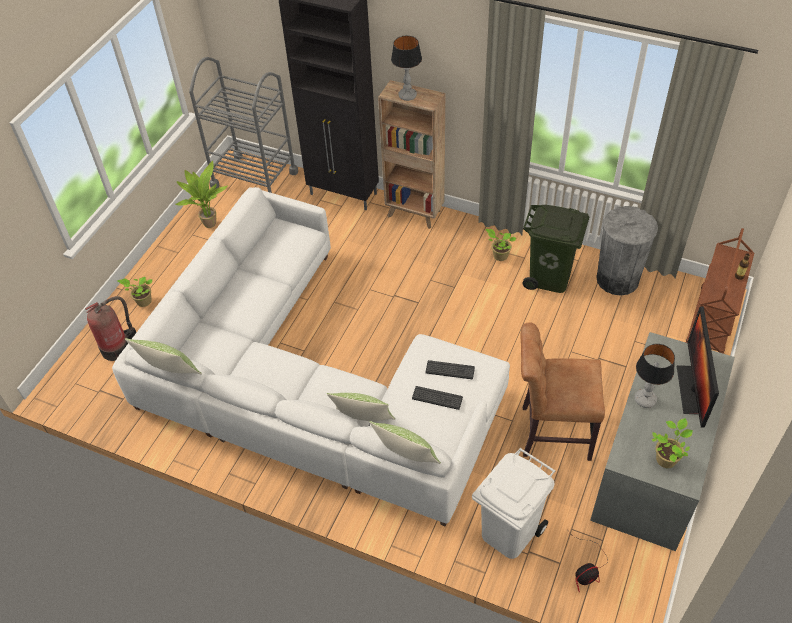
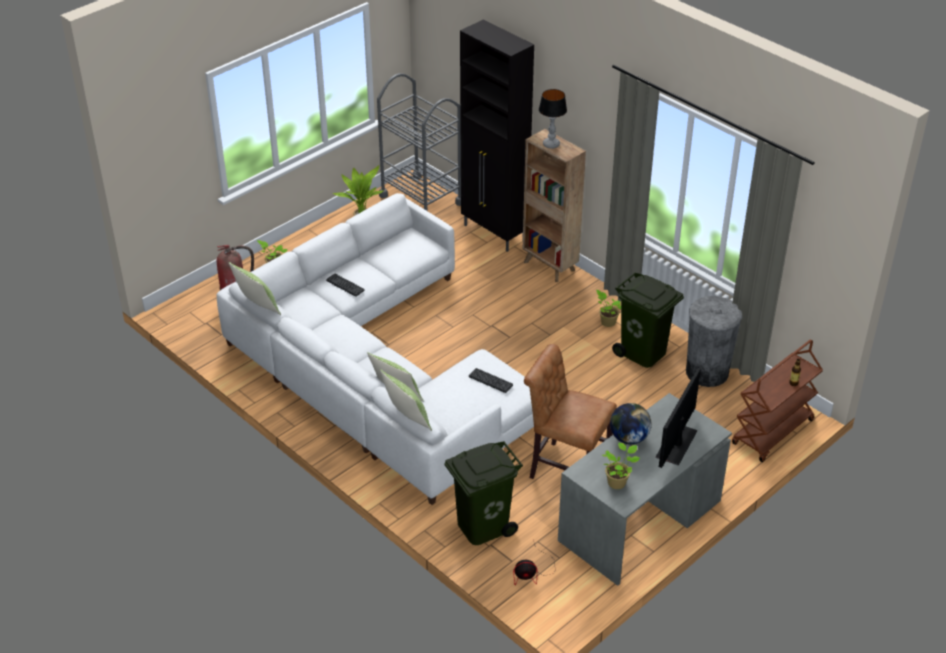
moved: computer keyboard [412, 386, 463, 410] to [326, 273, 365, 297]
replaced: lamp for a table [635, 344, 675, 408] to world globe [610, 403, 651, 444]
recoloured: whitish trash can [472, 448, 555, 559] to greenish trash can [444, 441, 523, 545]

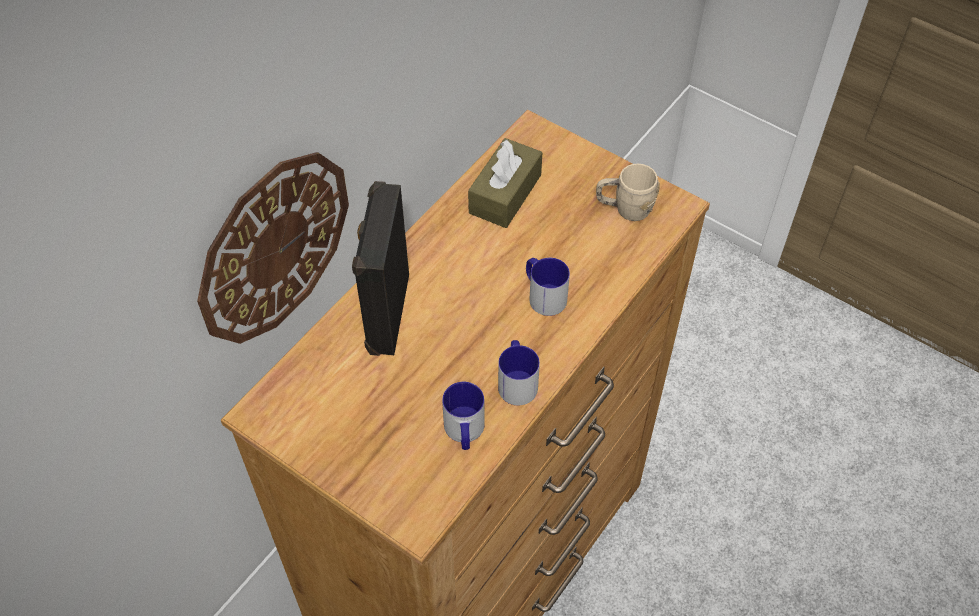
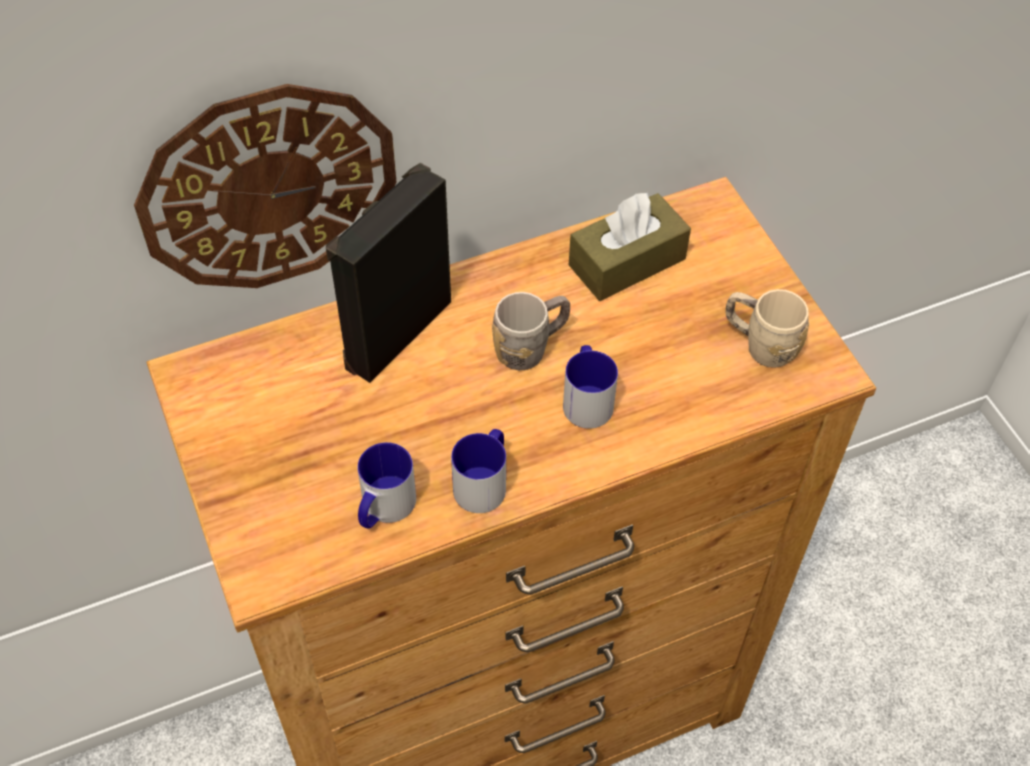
added: gray tea mug [492, 292, 570, 370]

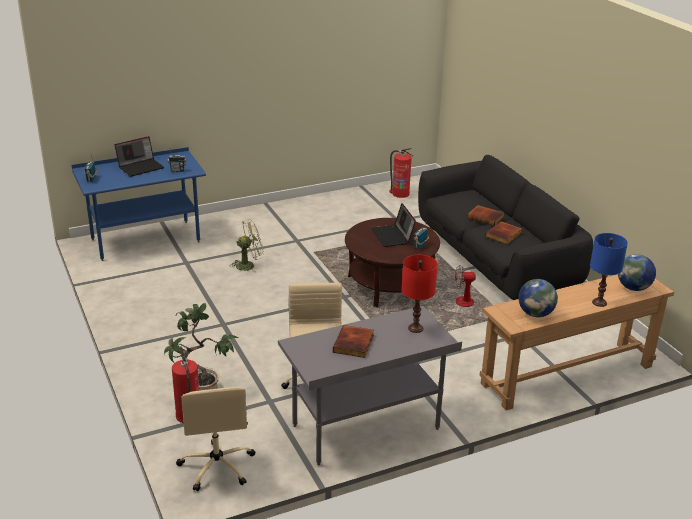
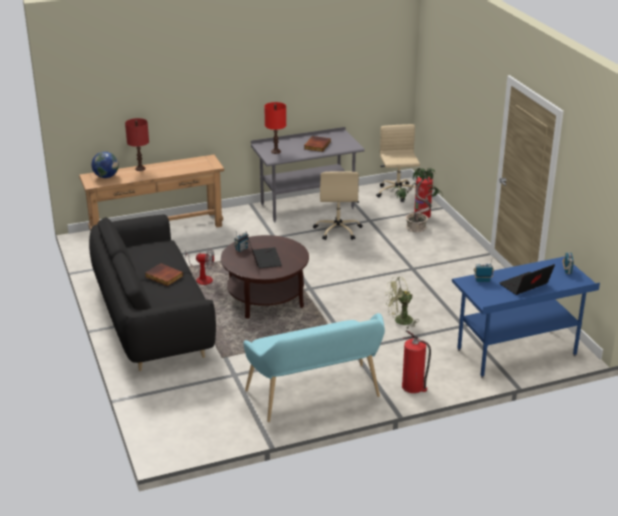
removed: book [485, 221, 522, 244]; world globe [518, 279, 558, 317]
added: turquoise long seat [243, 313, 385, 422]
moved: fire-fighting cylinder [390, 148, 413, 198] to [402, 330, 431, 393]
recoloured: blue lamp for a table [590, 233, 628, 307] to reddish lamp for a table [125, 118, 149, 171]

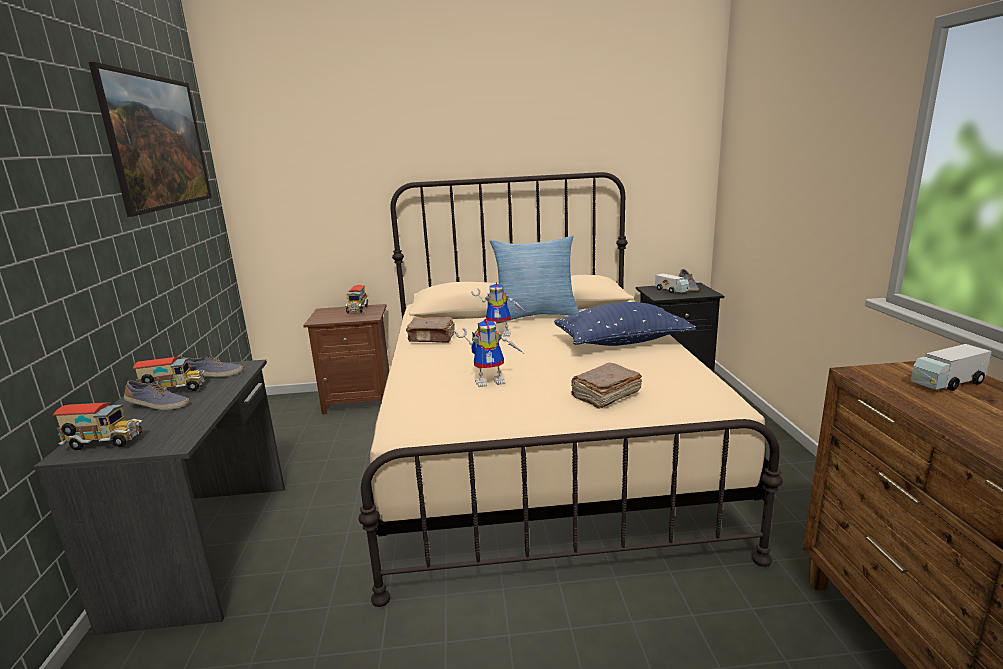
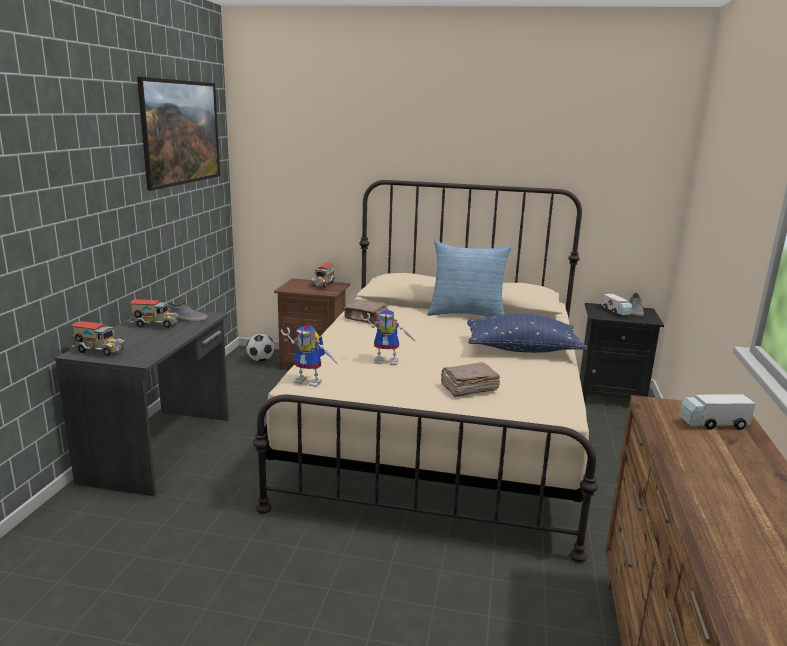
removed: low shoe [124, 380, 189, 410]
added: ball for football [246, 334, 275, 362]
moved: robot figure [471, 283, 527, 337] to [281, 324, 337, 387]

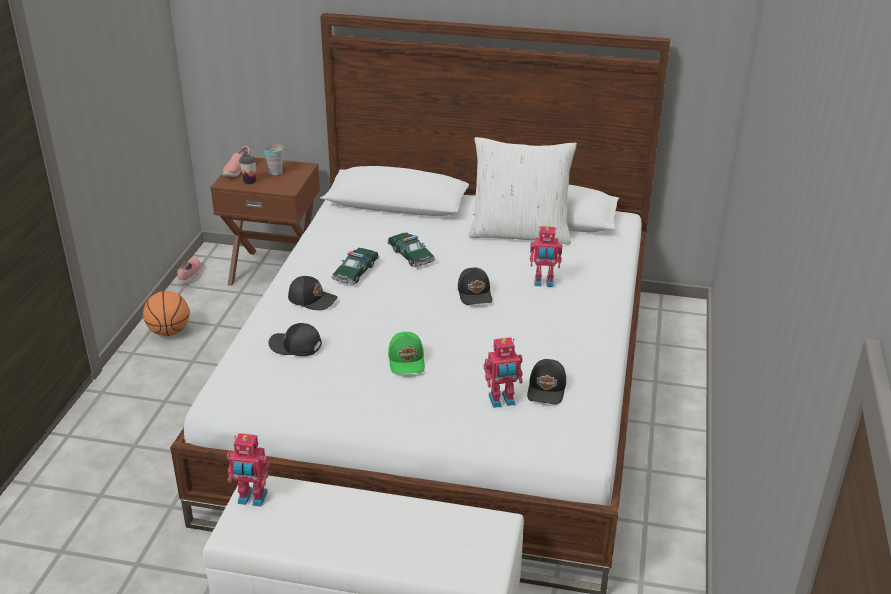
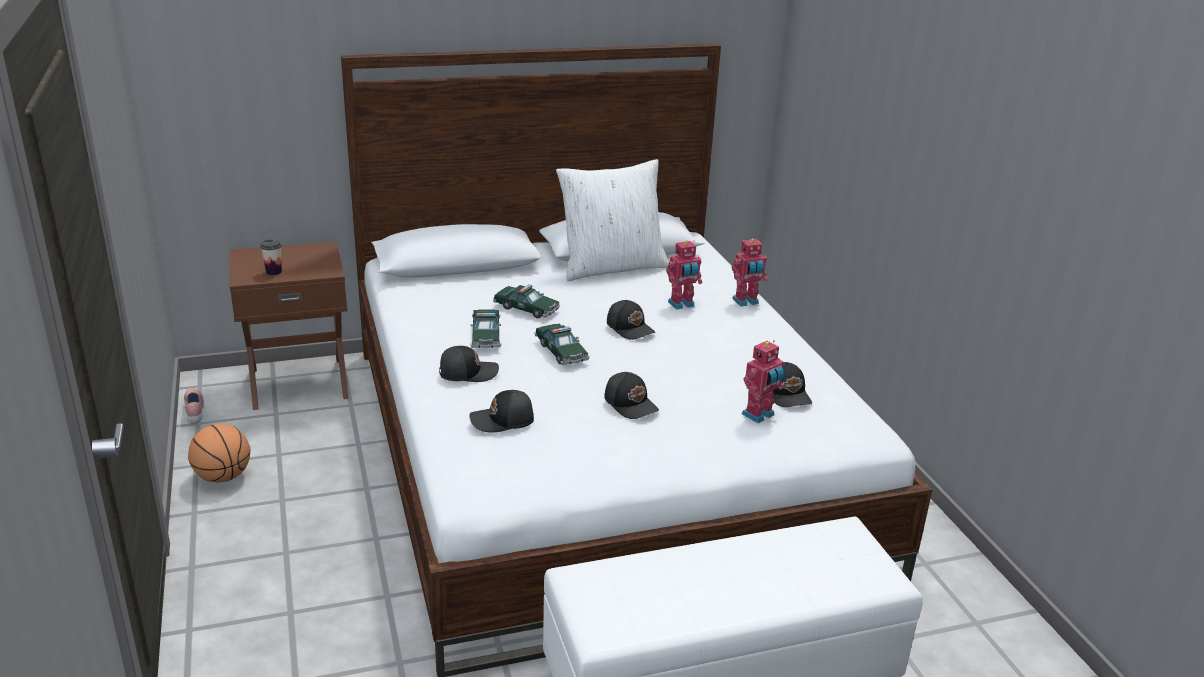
removed: pink-coloured low shoe [223, 146, 251, 177]; drinking cup [264, 144, 283, 175]
added: toy car [534, 323, 590, 365]
moved: robot figure [227, 433, 270, 507] to [732, 239, 767, 307]
recoloured: greenish cap [388, 332, 425, 374] to black cap [604, 372, 659, 419]

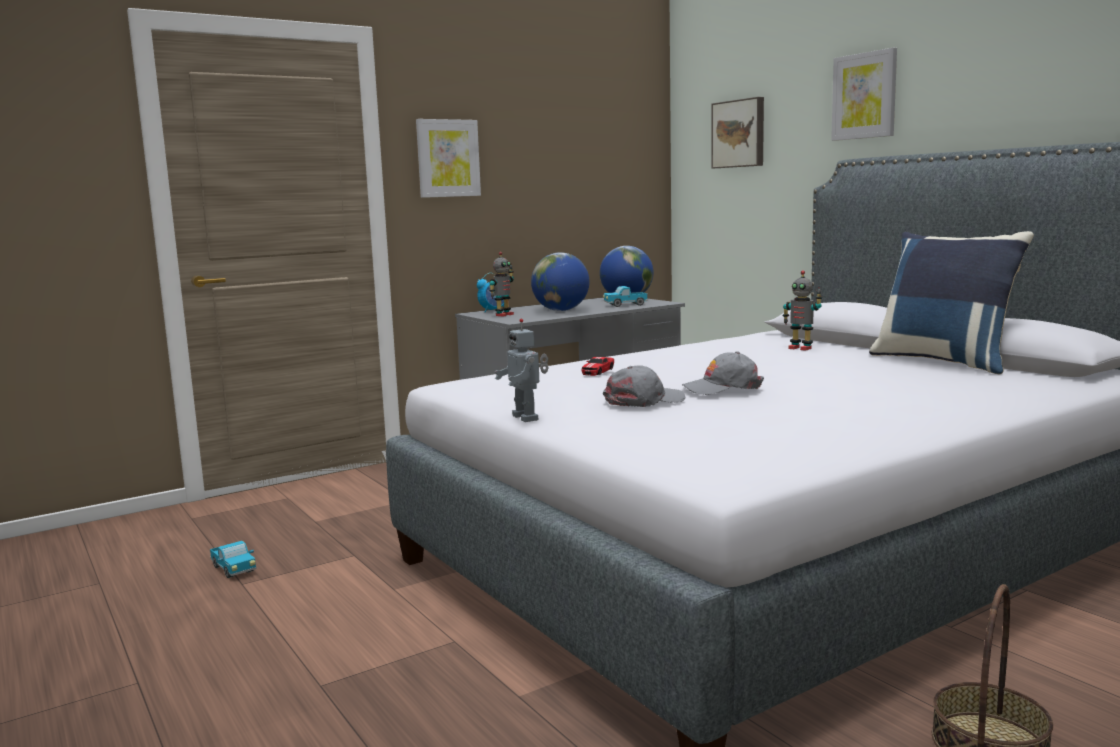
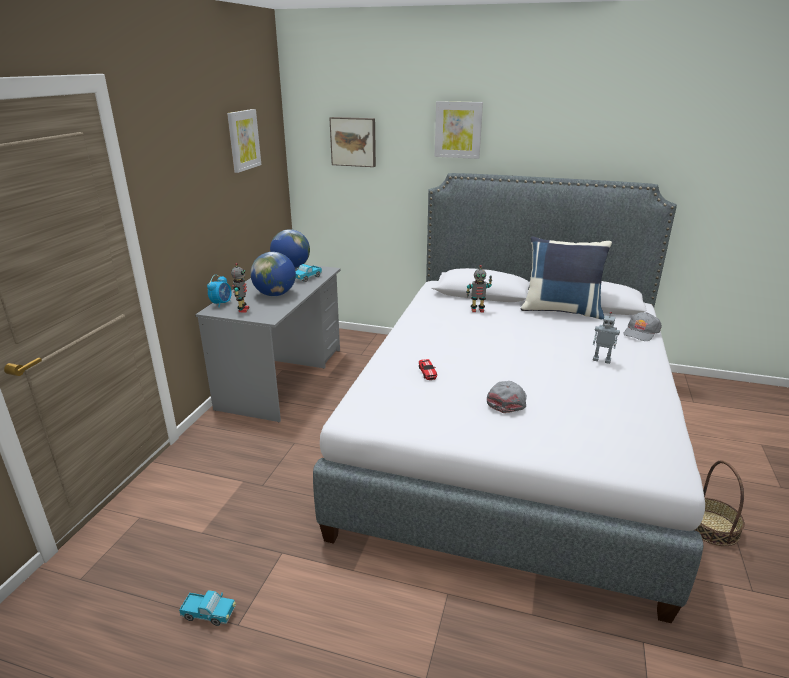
moved: picture [416, 119, 481, 198] to [227, 109, 261, 173]; robot figure [494, 318, 549, 422] to [593, 312, 620, 364]; gray cap [682, 351, 764, 395] to [623, 312, 662, 341]

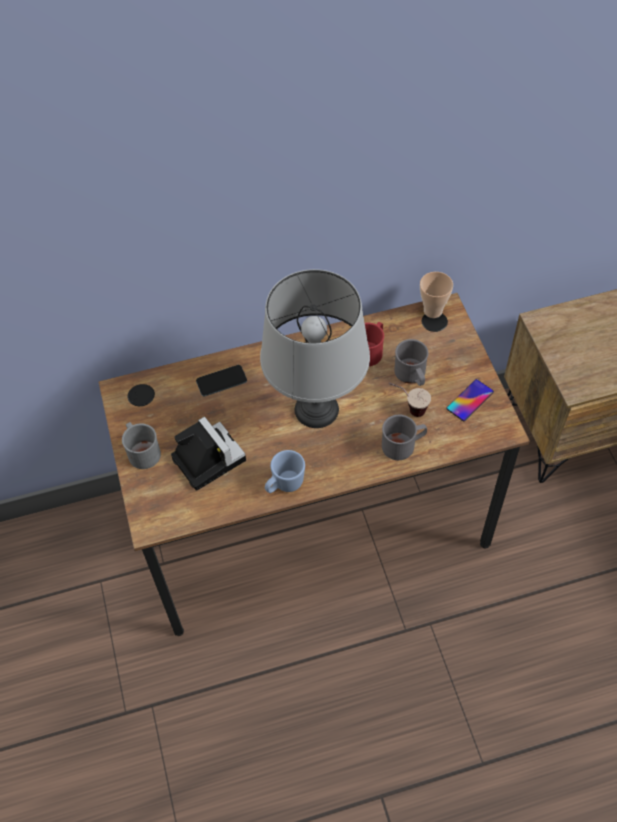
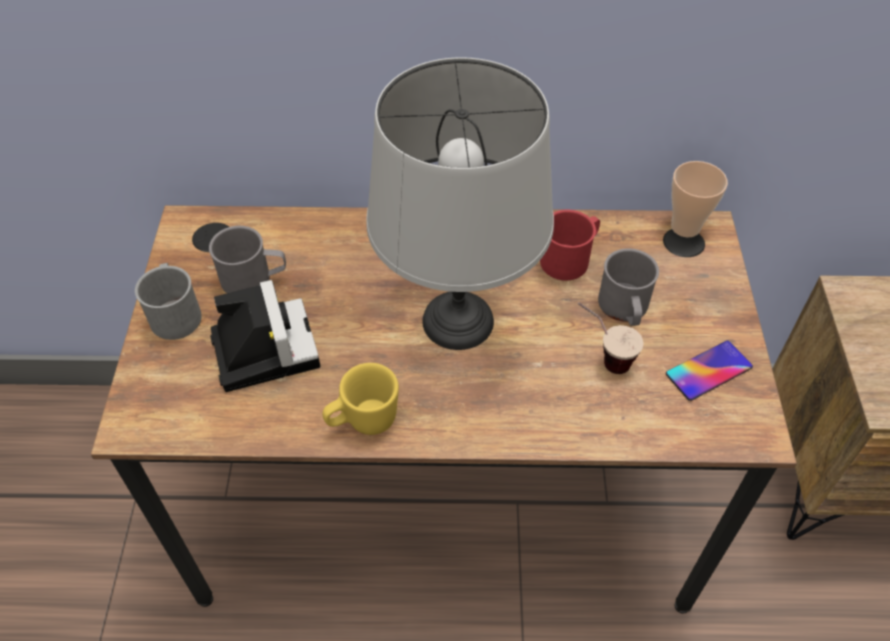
removed: phone [196, 365, 247, 396]
moved: gray tea mug [382, 415, 427, 460] to [209, 226, 286, 293]
recoloured: blue tea mug [265, 450, 305, 493] to yellow-coloured tea mug [322, 363, 399, 435]

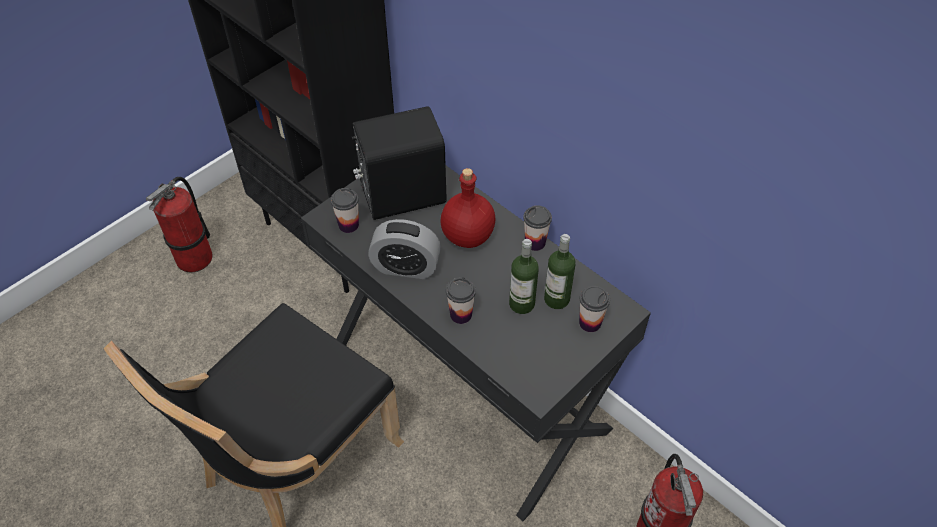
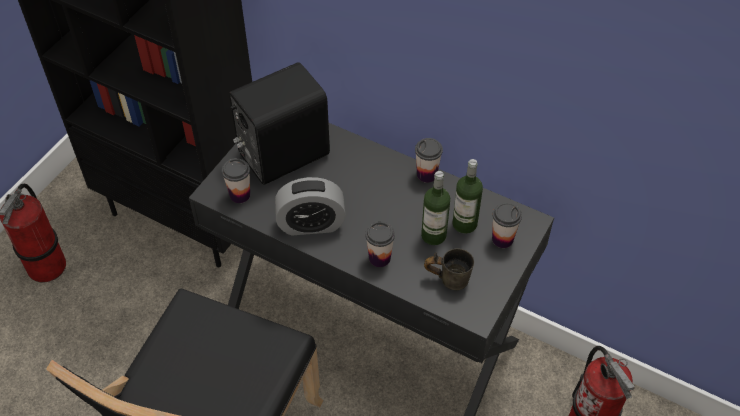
removed: reddish bottle [440, 168, 495, 248]
added: gray tea mug [424, 248, 474, 290]

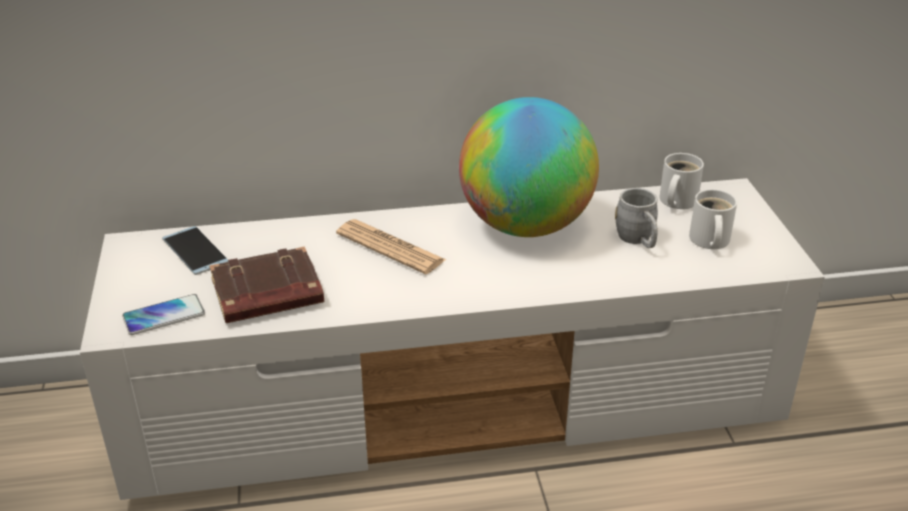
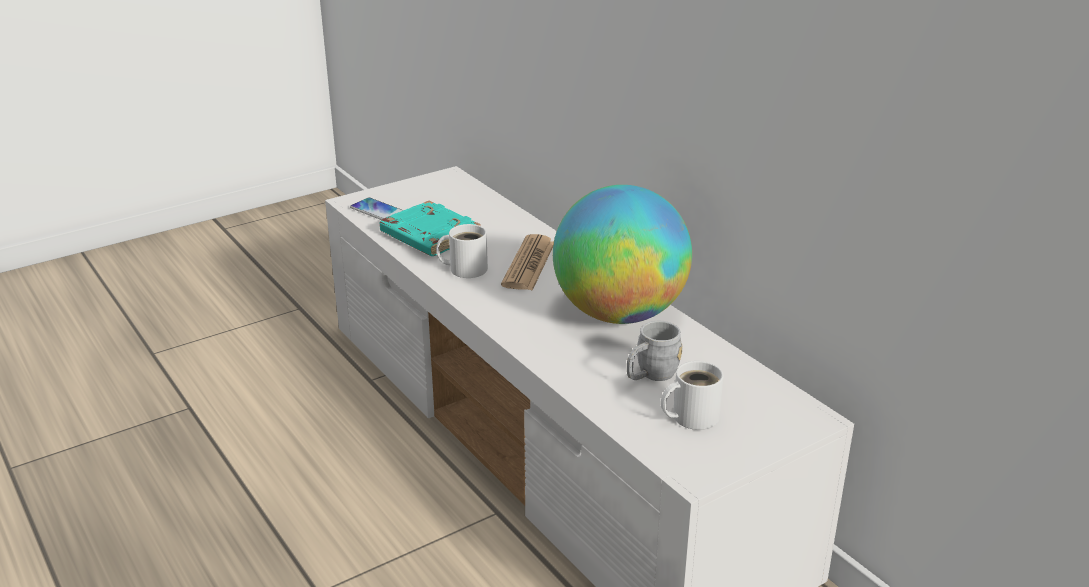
removed: phone [162, 226, 228, 275]
moved: whitish tea mug [659, 153, 704, 209] to [436, 224, 488, 278]
recoloured: brown-coloured book [210, 246, 324, 323] to turquoise book [380, 201, 481, 256]

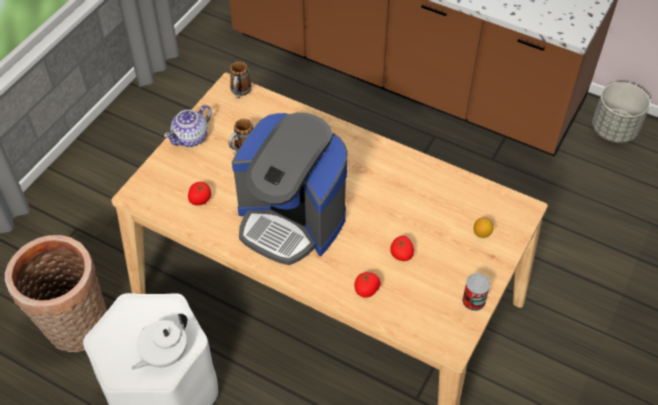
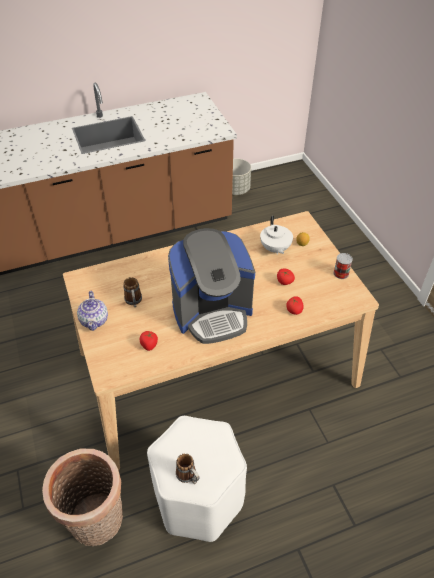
moved: whitish tea pot [132, 314, 187, 370] to [260, 216, 293, 255]; tea mug [230, 61, 252, 98] to [176, 453, 200, 484]

